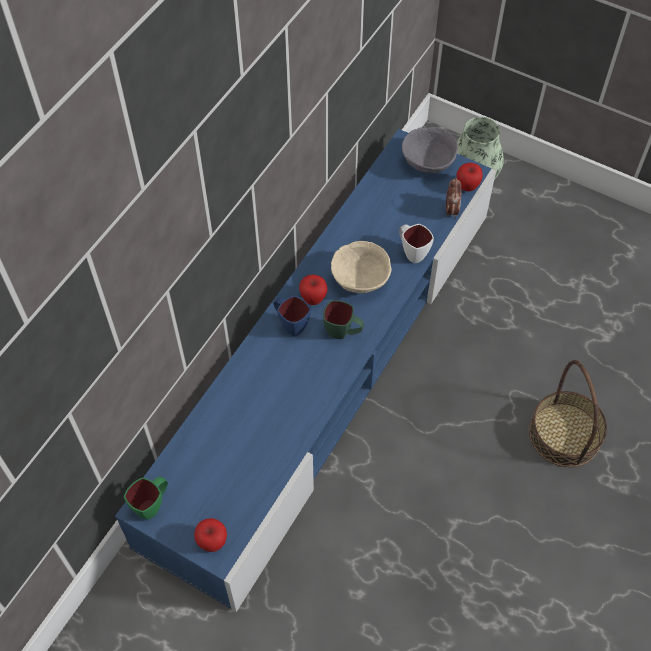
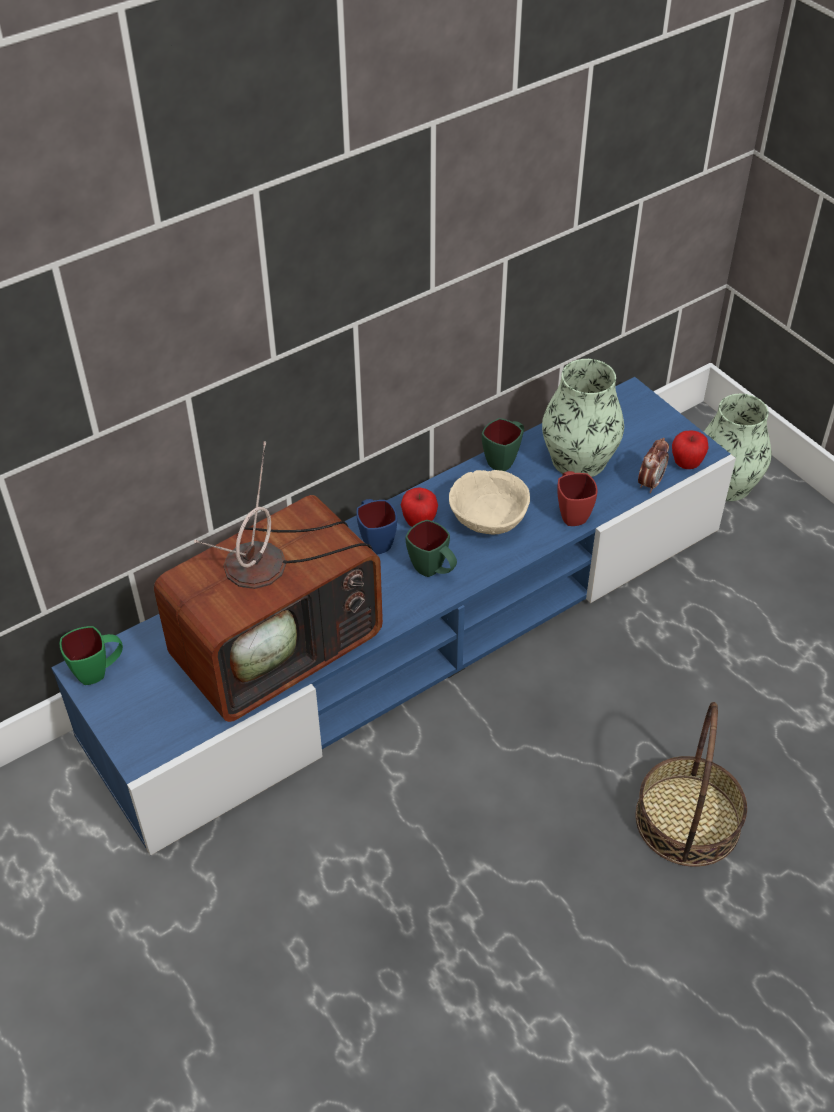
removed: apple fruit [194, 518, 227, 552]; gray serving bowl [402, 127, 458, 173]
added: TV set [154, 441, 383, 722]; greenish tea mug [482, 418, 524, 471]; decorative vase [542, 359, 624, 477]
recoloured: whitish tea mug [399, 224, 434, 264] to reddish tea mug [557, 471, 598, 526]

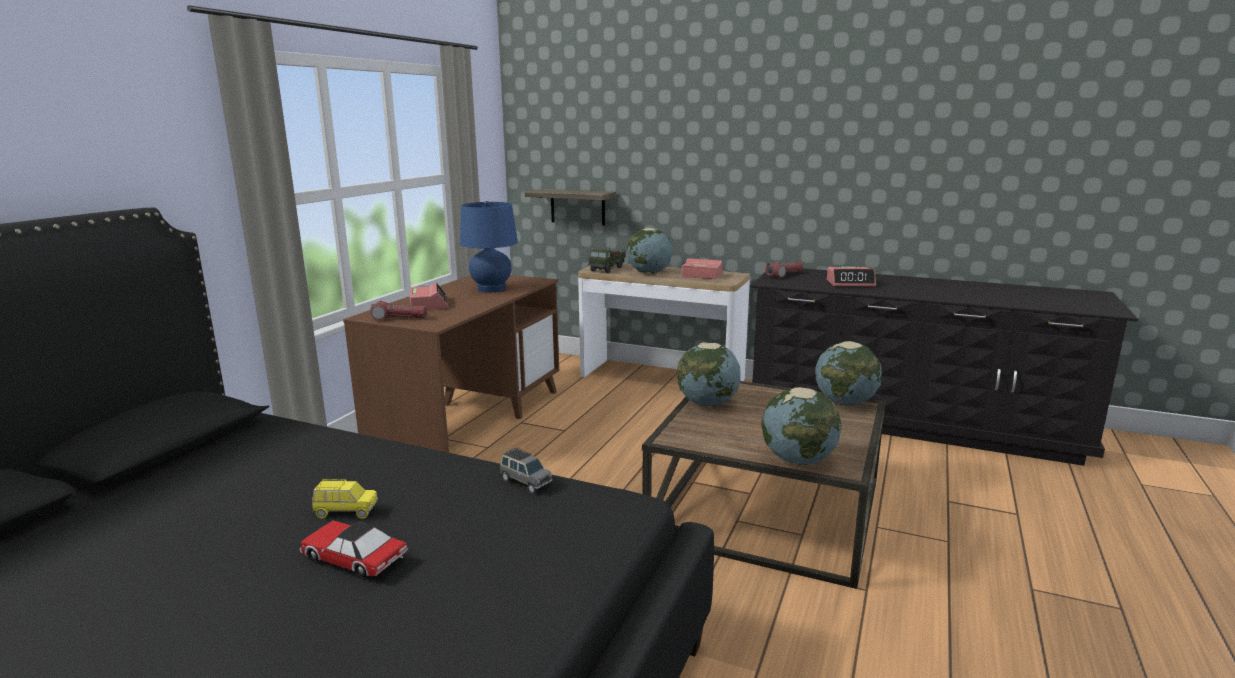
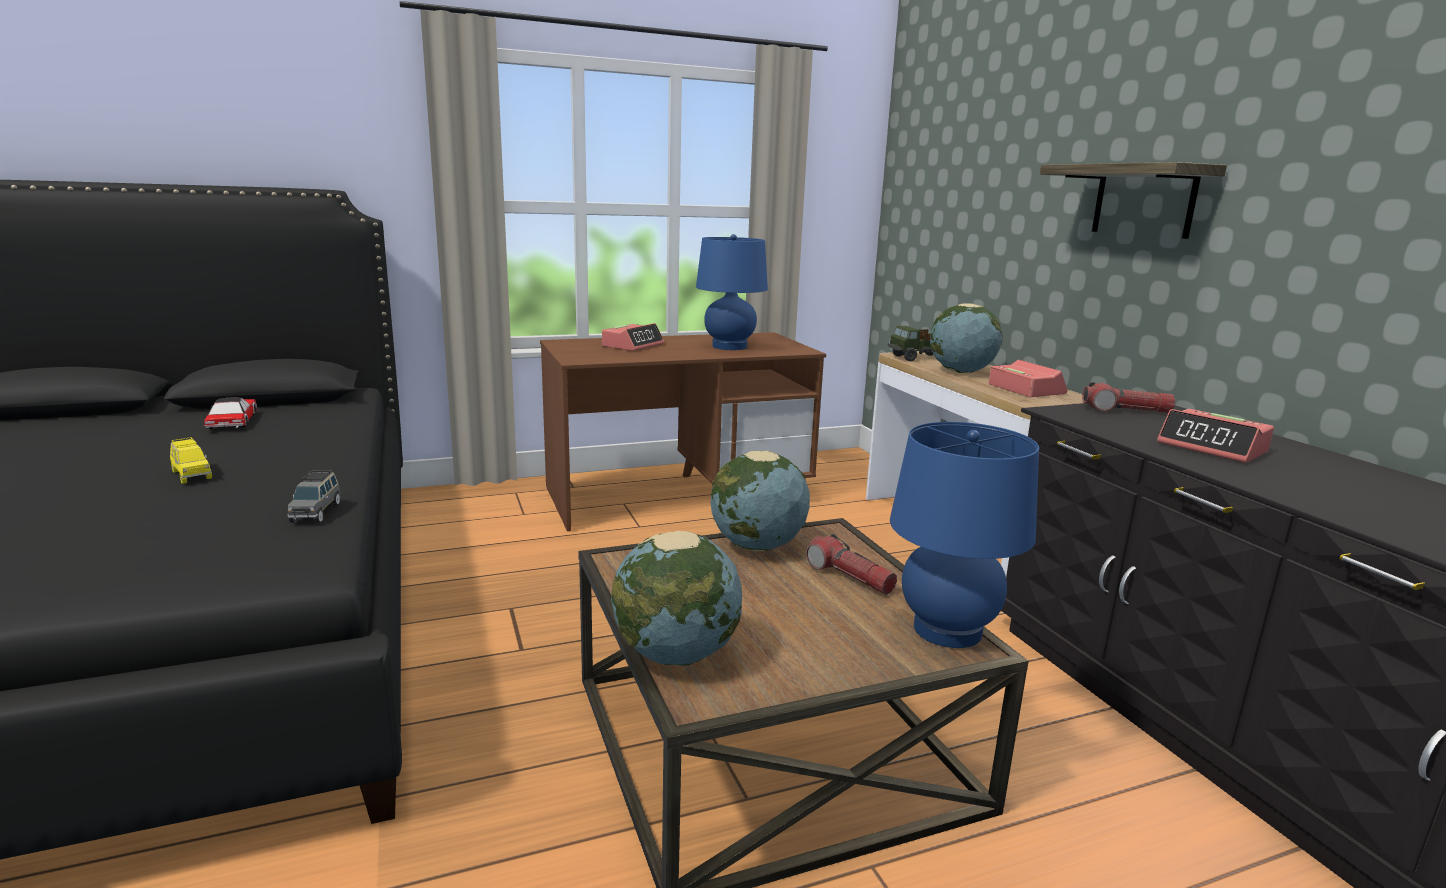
moved: toy car [299, 521, 408, 577] to [204, 398, 257, 429]; torch [370, 301, 427, 320] to [806, 534, 897, 595]; shelf [525, 189, 616, 225] to [1040, 162, 1227, 239]
replaced: world globe [815, 341, 882, 406] to blue lamp for a table [890, 422, 1039, 648]

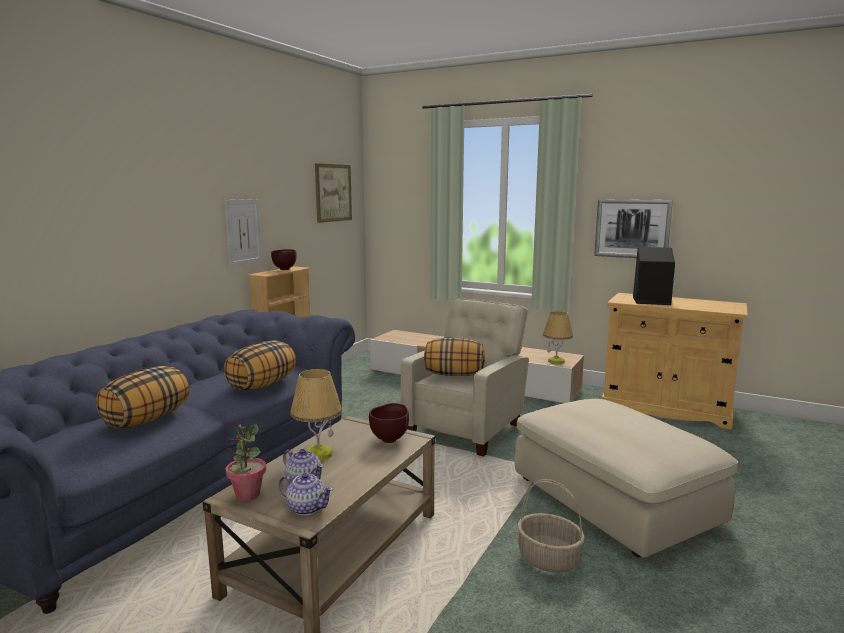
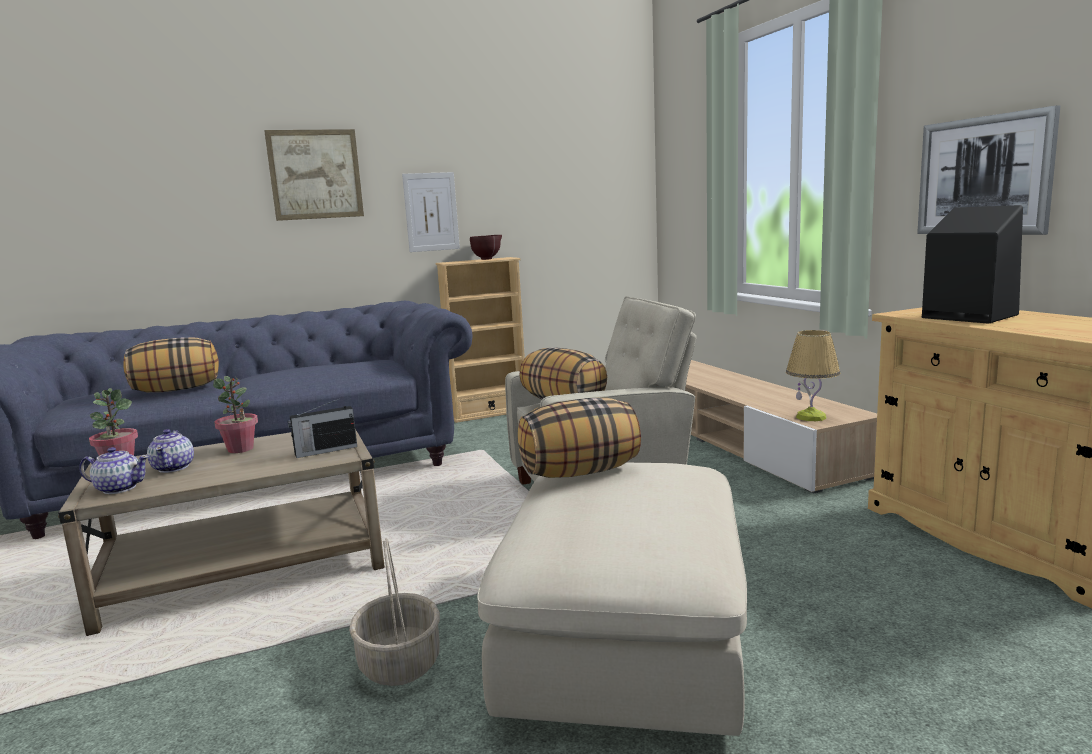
moved: throw pillow [224, 341, 296, 390] to [517, 398, 641, 478]; picture [315, 163, 352, 223] to [264, 129, 364, 221]
replaced: lamp for a table [290, 369, 342, 461] to houseplant [213, 376, 258, 453]; brown-coloured serving bowl [369, 403, 409, 443] to radio receiver [288, 398, 357, 458]
turned: tea pot [279, 473, 334, 516] = [79, 447, 149, 494] 60 degrees counterclockwise

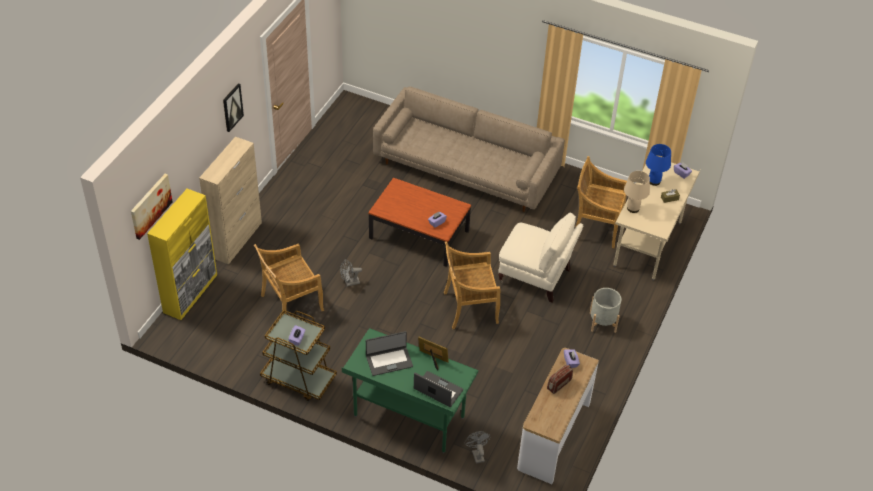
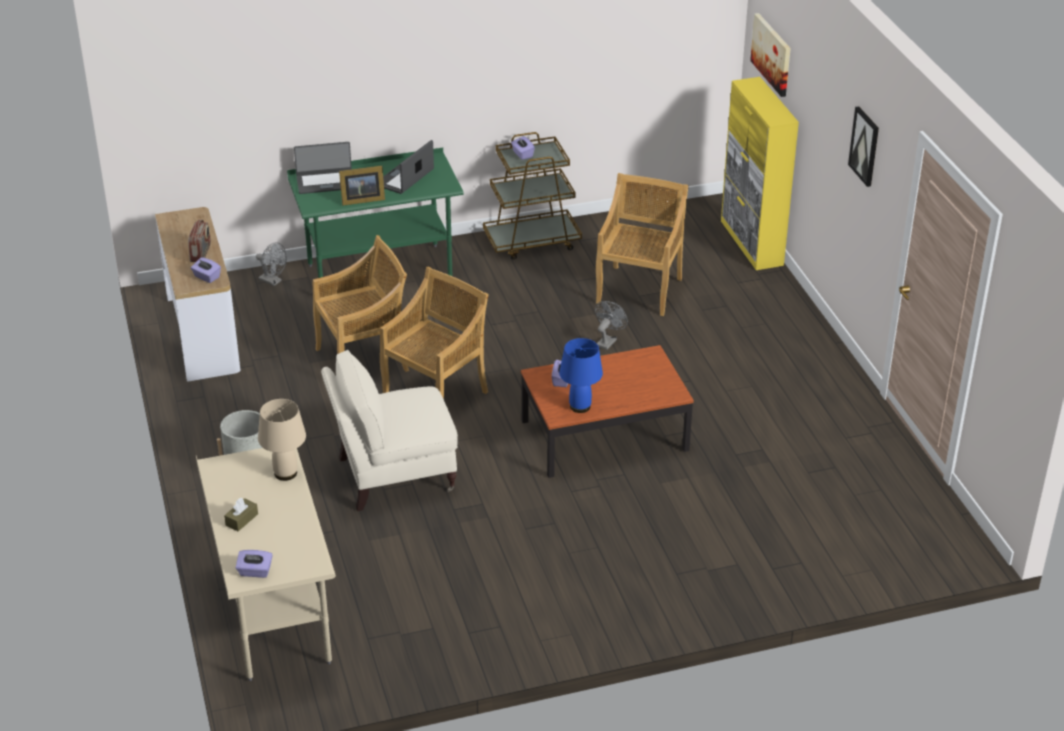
removed: beige cupboard [199, 137, 262, 265]; beige sofa [373, 86, 565, 212]
moved: beige plain chair [576, 156, 627, 248] to [313, 235, 409, 372]; blue lamp for a table [646, 144, 671, 186] to [559, 338, 603, 413]

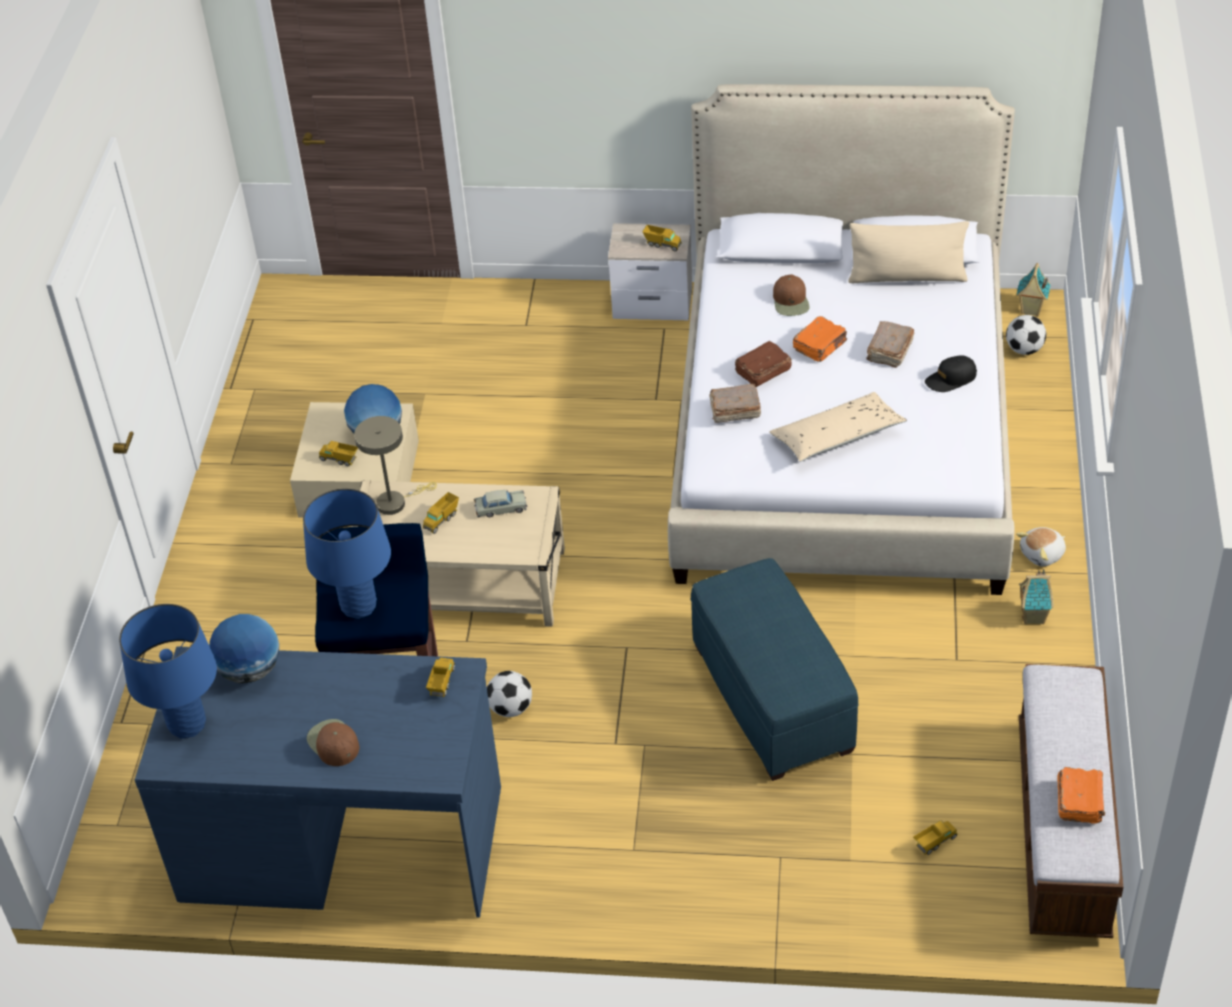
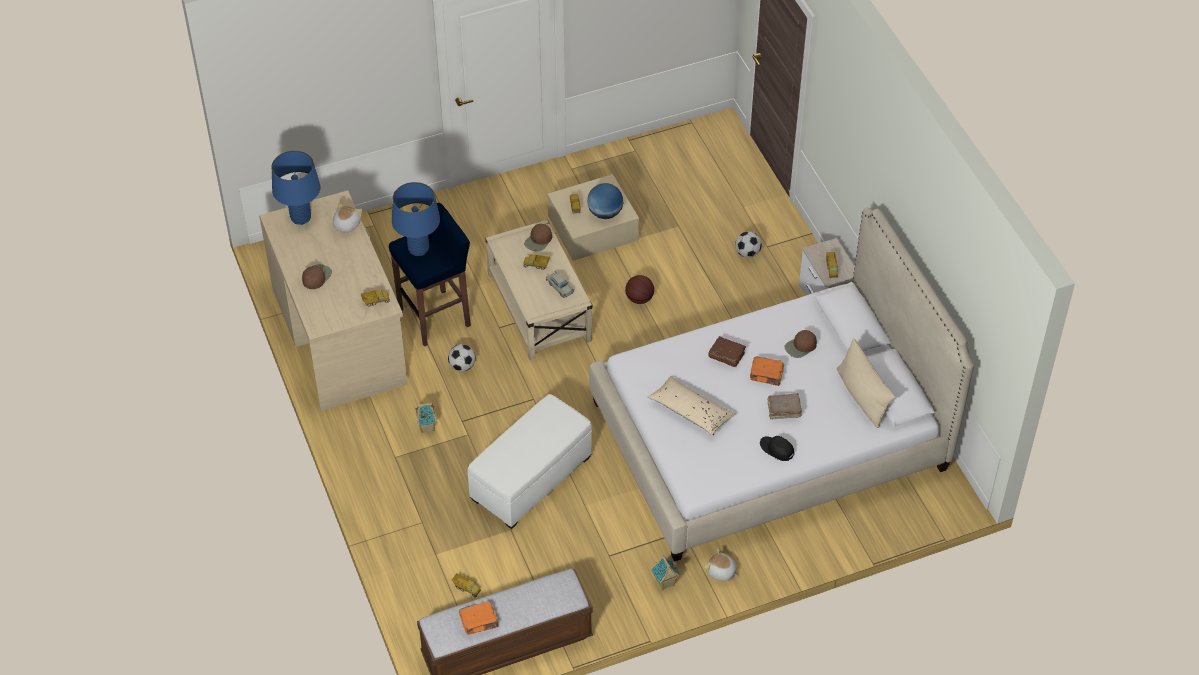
removed: brown-coloured book [709, 384, 761, 423]
added: basketball [625, 275, 654, 304]
moved: ball for football [1006, 315, 1046, 355] to [735, 232, 762, 258]; toy house [1017, 263, 1051, 317] to [415, 403, 437, 433]
replaced: world globe [209, 614, 279, 683] to soft toy [333, 203, 363, 233]; beige lamp for a table [354, 416, 437, 515] to brown-coloured cap [524, 224, 552, 252]
recoloured: blue desk table [135, 646, 501, 918] to beige desk table [259, 190, 408, 411]; blue pouffe [690, 558, 858, 781] to whitish pouffe [467, 394, 592, 529]

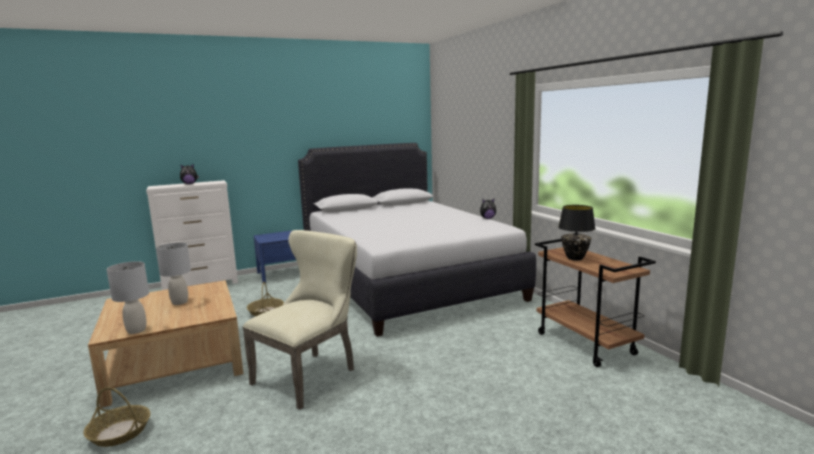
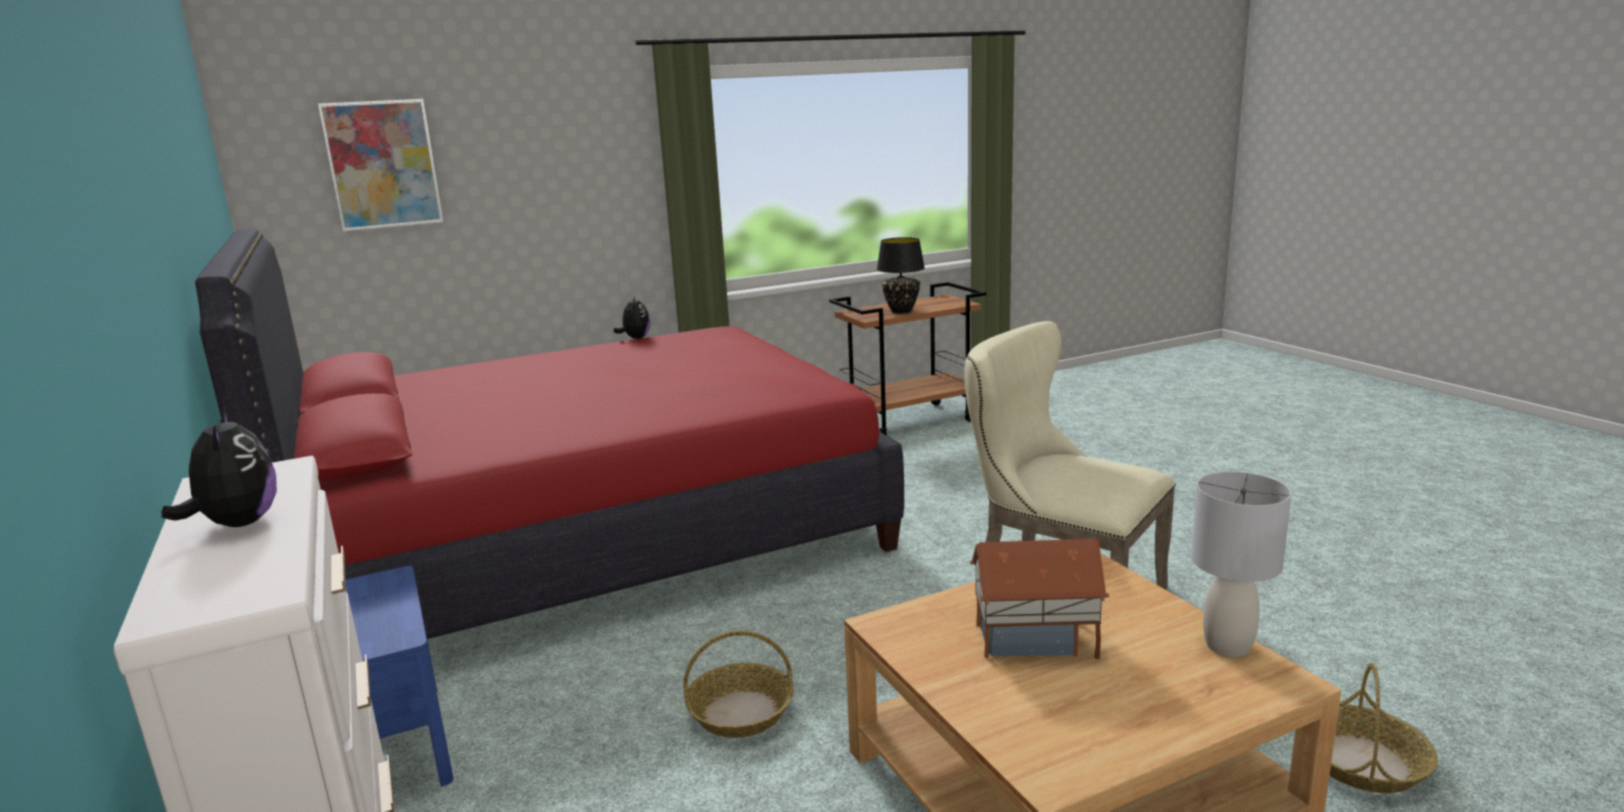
added: picture [318, 99, 443, 231]
replaced: gray lamp for a table [156, 242, 191, 305] to toy house [970, 539, 1109, 659]
recoloured: whitish bedroom bed [298, 143, 536, 336] to reddish bedroom bed [195, 229, 904, 639]

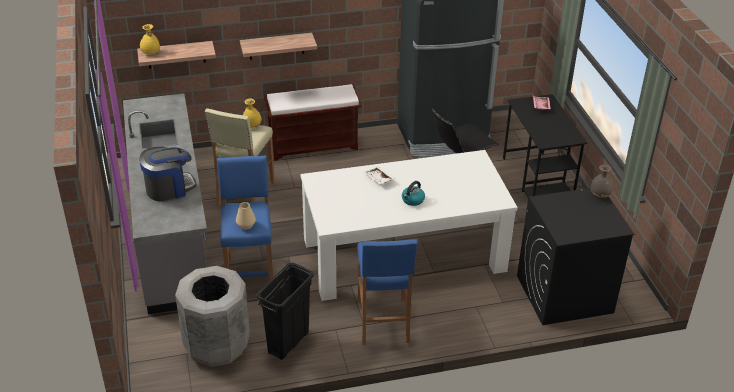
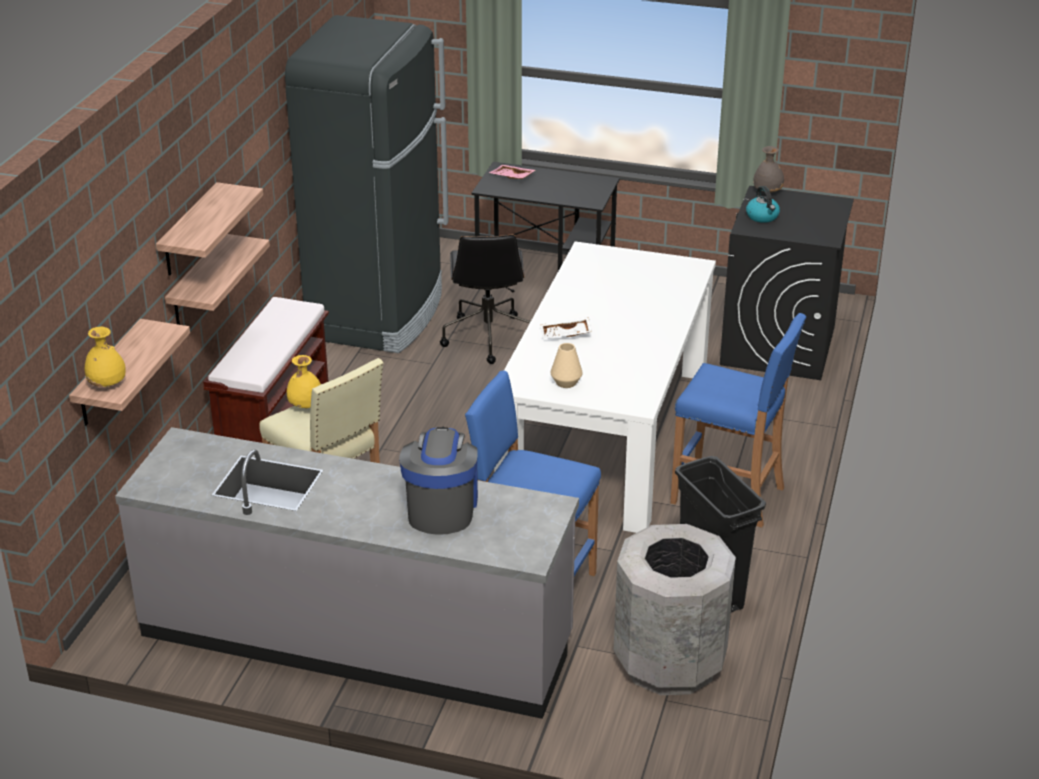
added: shelf [156, 182, 263, 276]
moved: beige decorative vase [236, 202, 256, 230] to [551, 343, 583, 388]; kettle [402, 181, 425, 206] to [746, 186, 780, 223]

